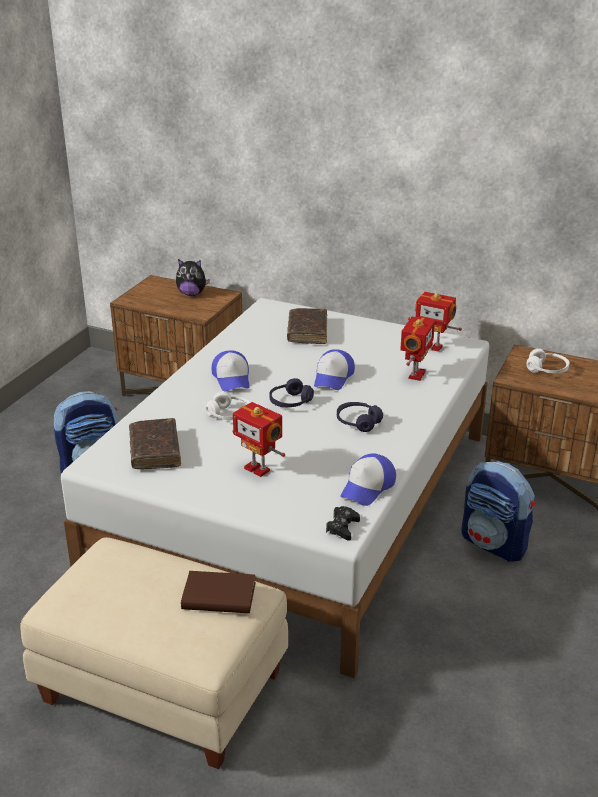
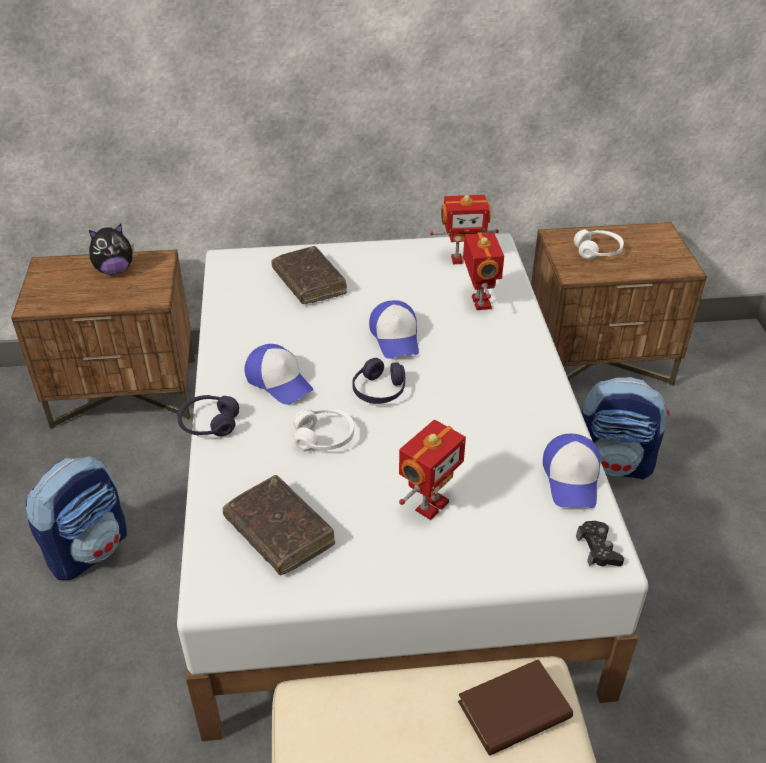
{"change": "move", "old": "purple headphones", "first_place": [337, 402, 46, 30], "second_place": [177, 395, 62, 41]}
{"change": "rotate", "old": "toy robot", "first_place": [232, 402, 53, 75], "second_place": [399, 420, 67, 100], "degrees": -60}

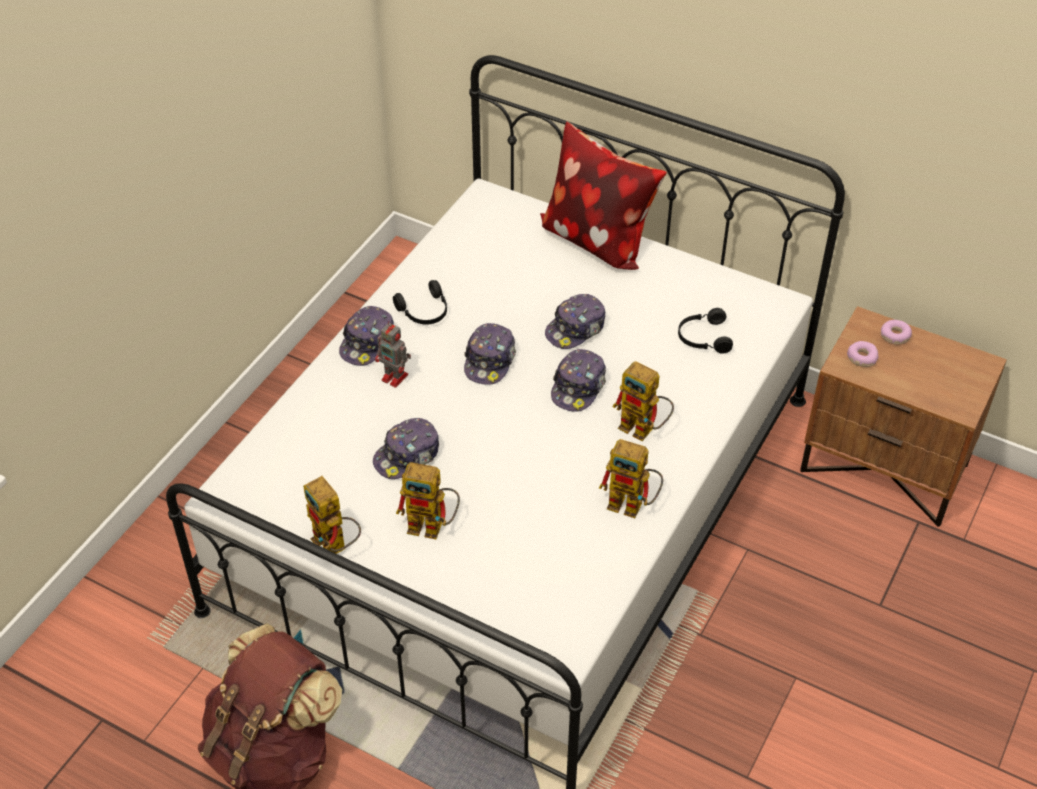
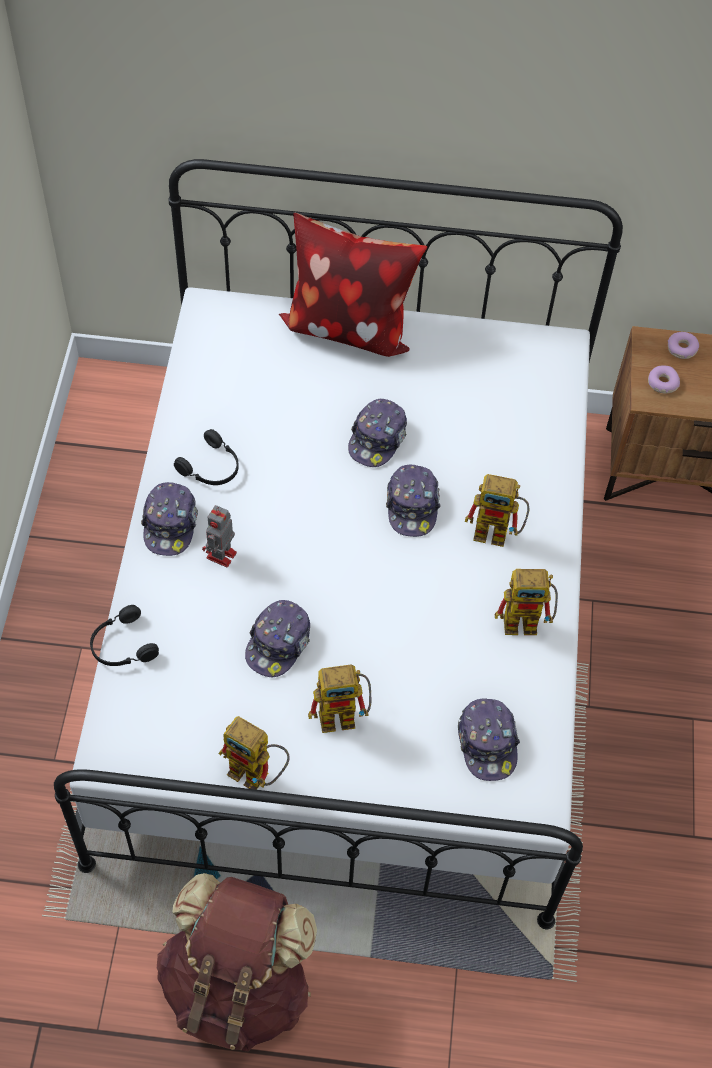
{"change": "move", "old": "black headphones", "first_place": [678, 308, 55, 46], "second_place": [90, 605, 69, 61]}
{"change": "rotate", "old": "toy robot", "first_place": [375, 321, 36, 67], "second_place": [202, 505, 35, 63], "degrees": 105}
{"change": "move", "old": "cap", "first_place": [464, 323, 52, 62], "second_place": [458, 698, 62, 83]}

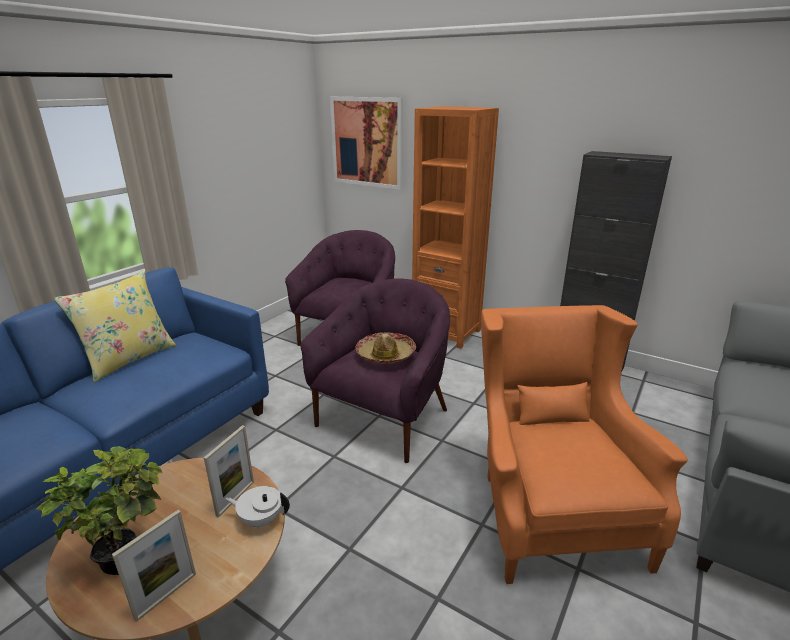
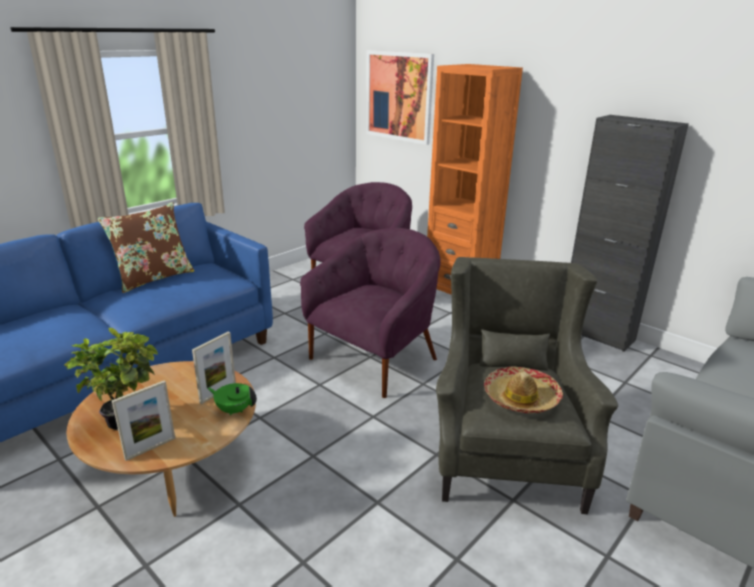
{"change": "recolor", "old": "yellow cushion", "new": "brownish cushion", "first_place": [54, 270, 122, 112], "second_place": [98, 202, 96, 91]}
{"change": "recolor", "old": "white teapot", "new": "greenish teapot", "first_place": [225, 486, 65, 42], "second_place": [208, 383, 49, 33]}
{"change": "recolor", "old": "orange-coloured easy chair", "new": "gray easy chair", "first_place": [481, 305, 207, 279], "second_place": [436, 257, 182, 257]}
{"change": "move", "old": "wearable hat", "first_place": [355, 332, 61, 32], "second_place": [484, 366, 79, 47]}

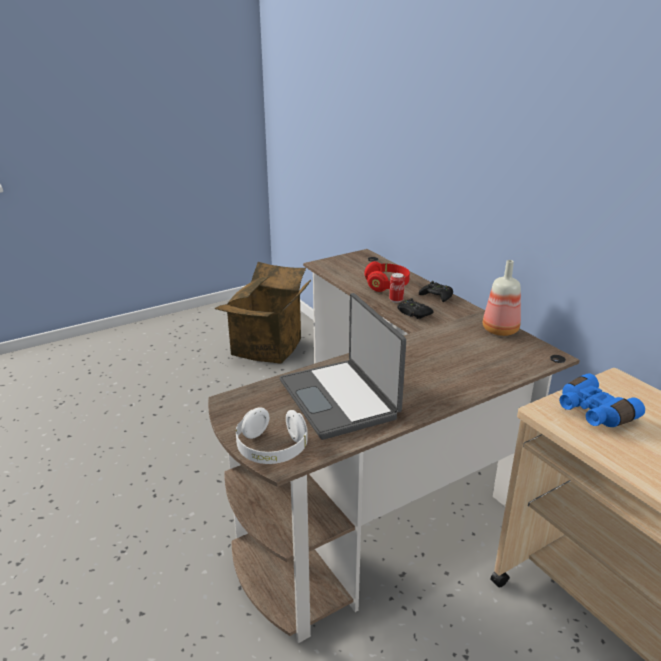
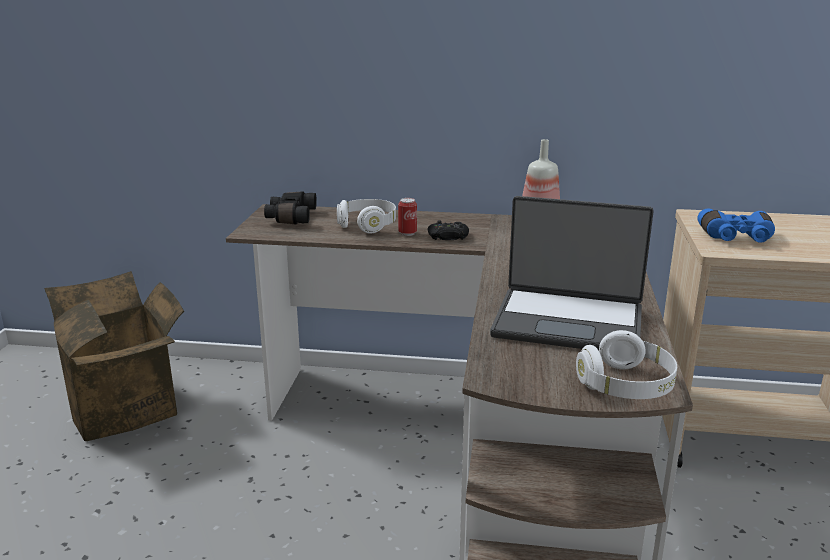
{"change": "insert", "new": "black field glasses", "second_place": [264, 191, 53, 33]}
{"change": "recolor", "old": "red-coloured headphones", "new": "white headphones", "first_place": [365, 261, 45, 31], "second_place": [337, 199, 59, 34]}
{"change": "delete", "old": "black gamepad", "first_place": [419, 281, 34, 21]}

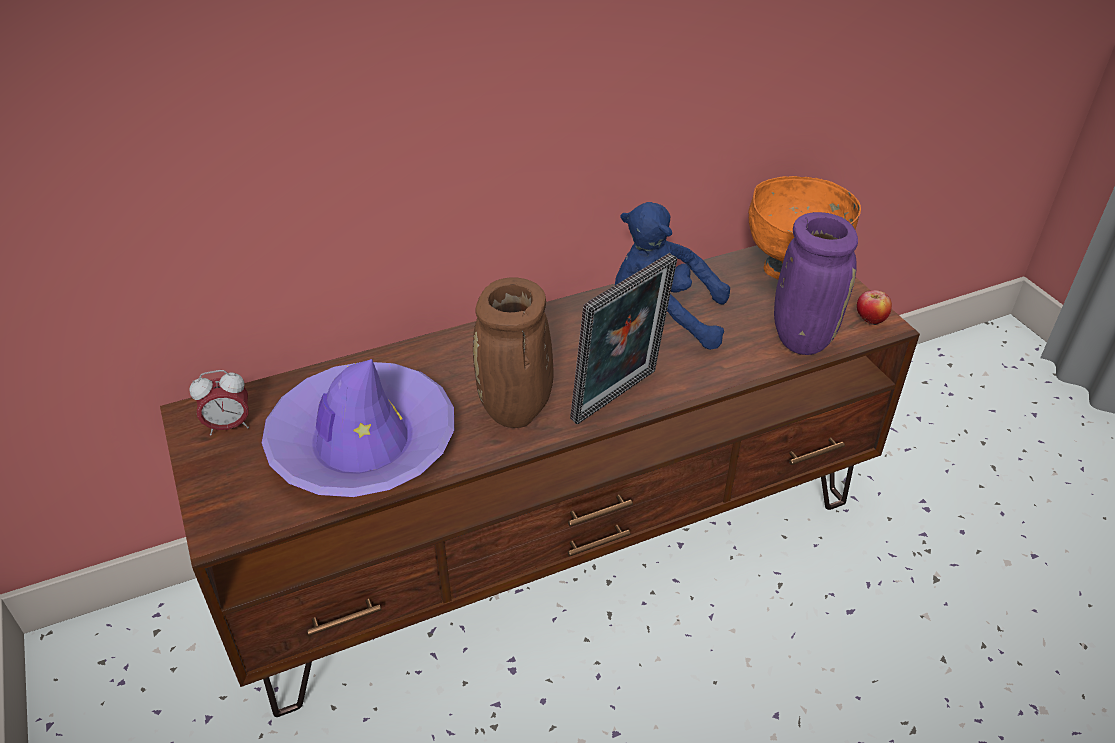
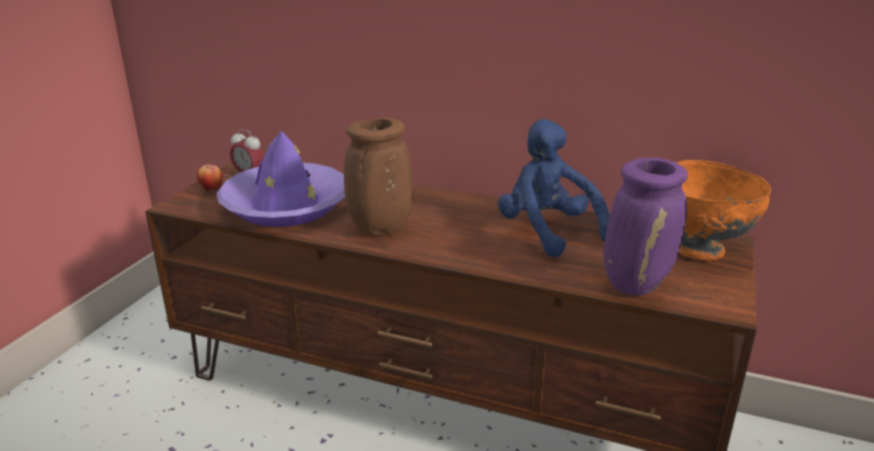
{"change": "move", "old": "whole apple", "first_place": [857, 290, 35, 35], "second_place": [197, 164, 25, 28]}
{"change": "delete", "old": "photo frame", "first_place": [570, 253, 107, 172]}

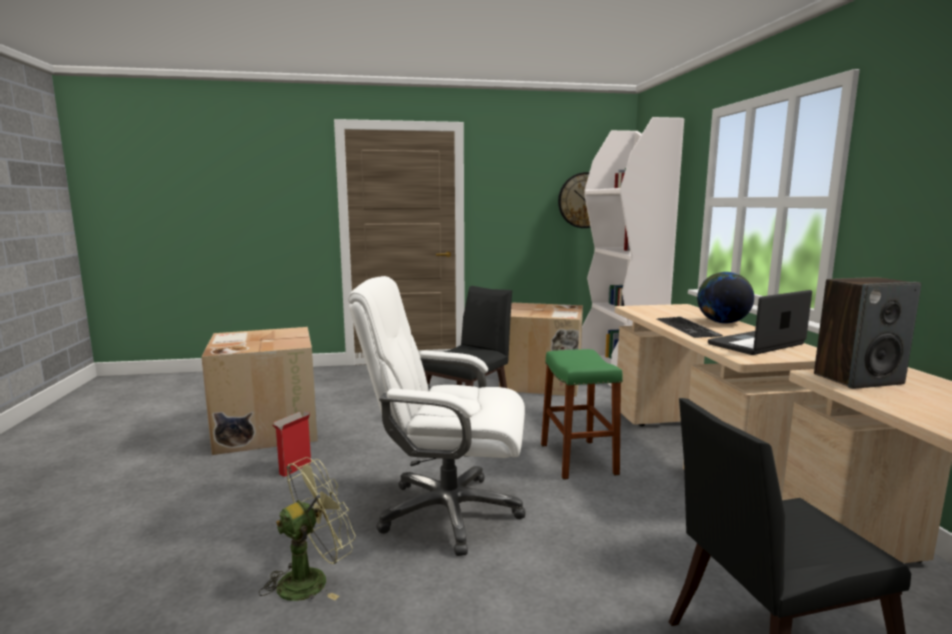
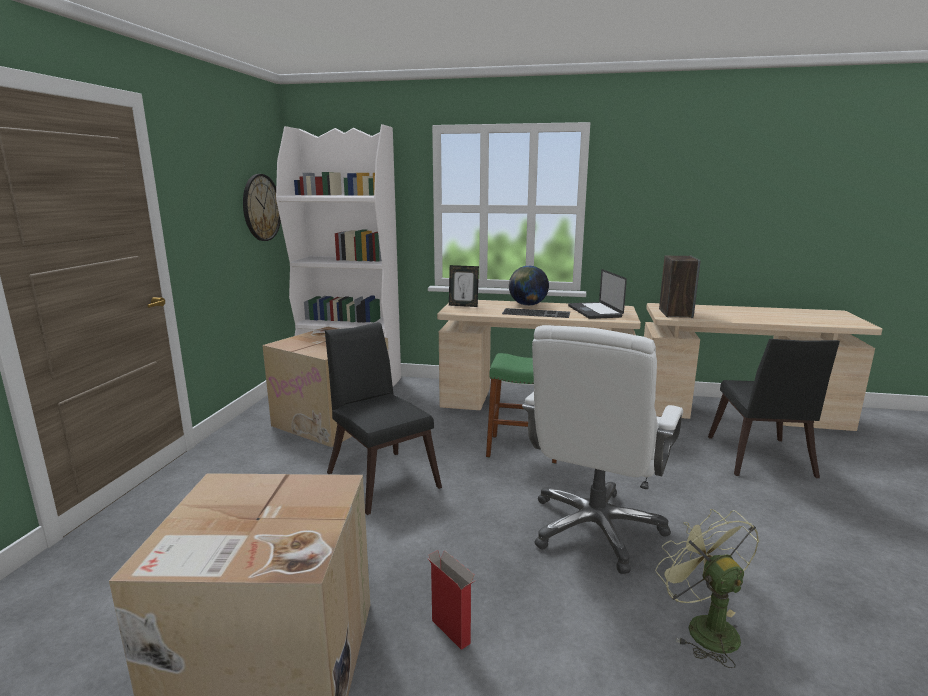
{"change": "insert", "new": "photo frame", "second_place": [449, 265, 30, 42]}

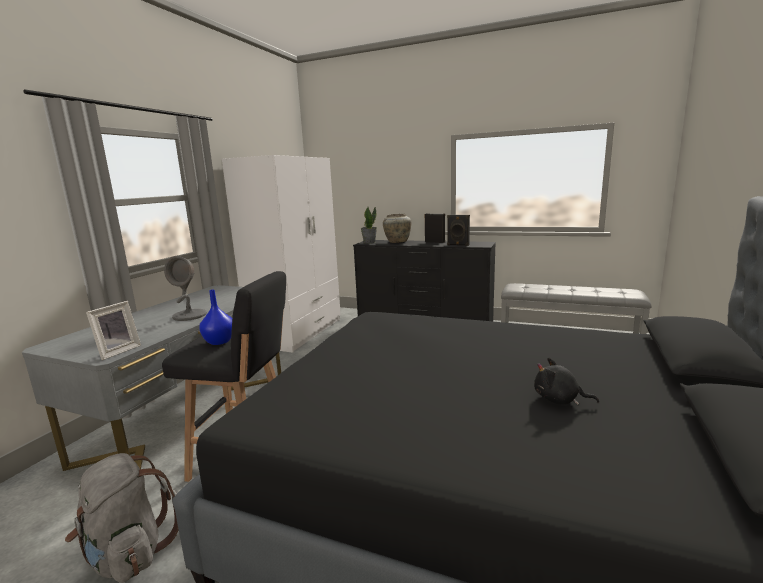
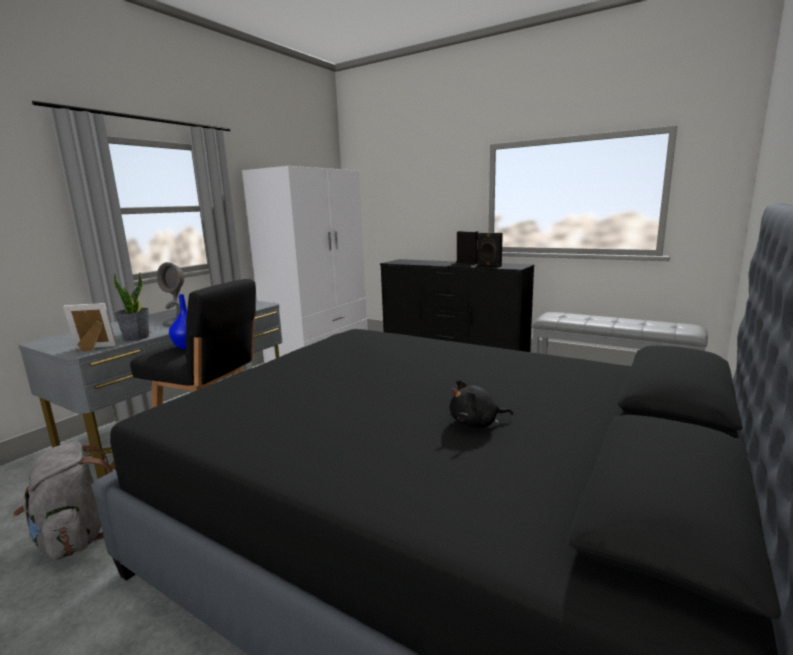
{"change": "rotate", "old": "photo frame", "first_place": [86, 301, 55, 59], "second_place": [63, 303, 54, 49], "degrees": -135}
{"change": "move", "old": "houseplant", "first_place": [361, 206, 16, 38], "second_place": [114, 273, 35, 68]}
{"change": "rotate", "old": "black plush toy", "first_place": [534, 357, 65, 48], "second_place": [450, 380, 63, 48], "degrees": -45}
{"change": "delete", "old": "sand-coloured vase", "first_place": [383, 214, 28, 29]}

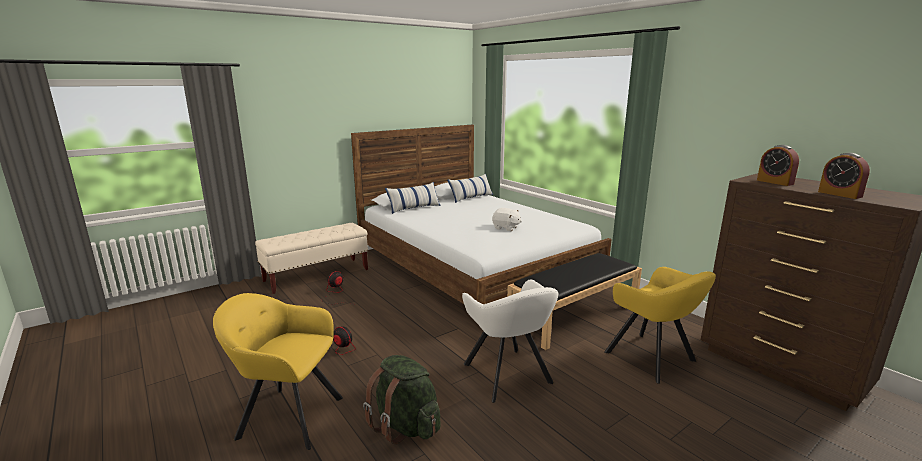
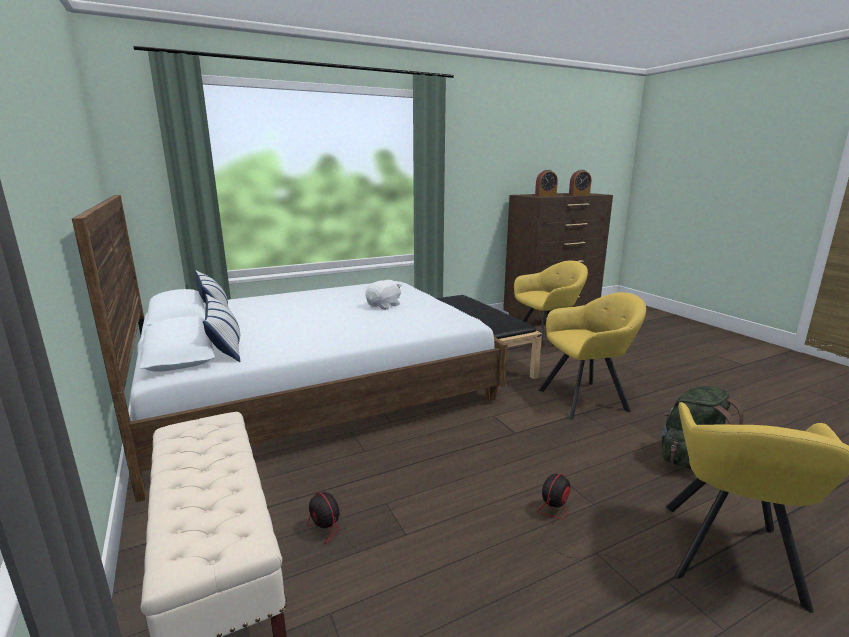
{"change": "recolor", "old": "white easy chair", "new": "yellow easy chair", "first_place": [462, 279, 97, 124], "second_place": [538, 292, 108, 128]}

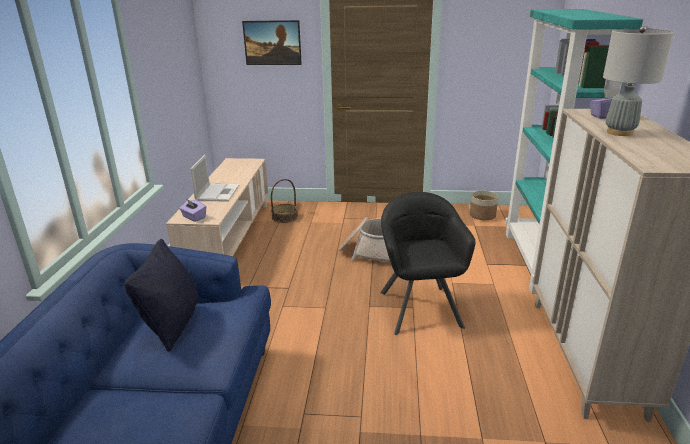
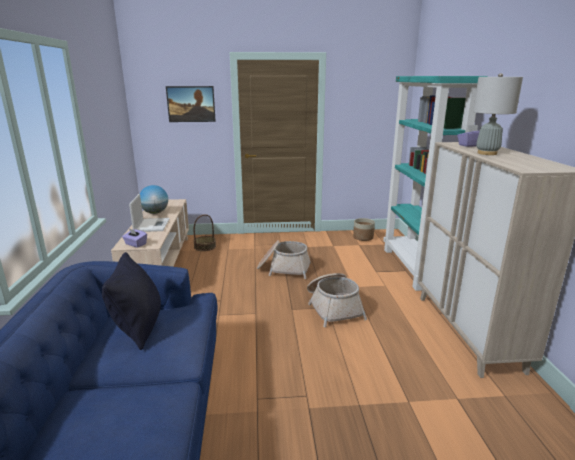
{"change": "insert", "new": "world globe", "second_place": [140, 185, 28, 29]}
{"change": "replace", "old": "black easy chair", "new": "storage basket", "first_place": [380, 192, 96, 143], "second_place": [307, 273, 60, 54]}

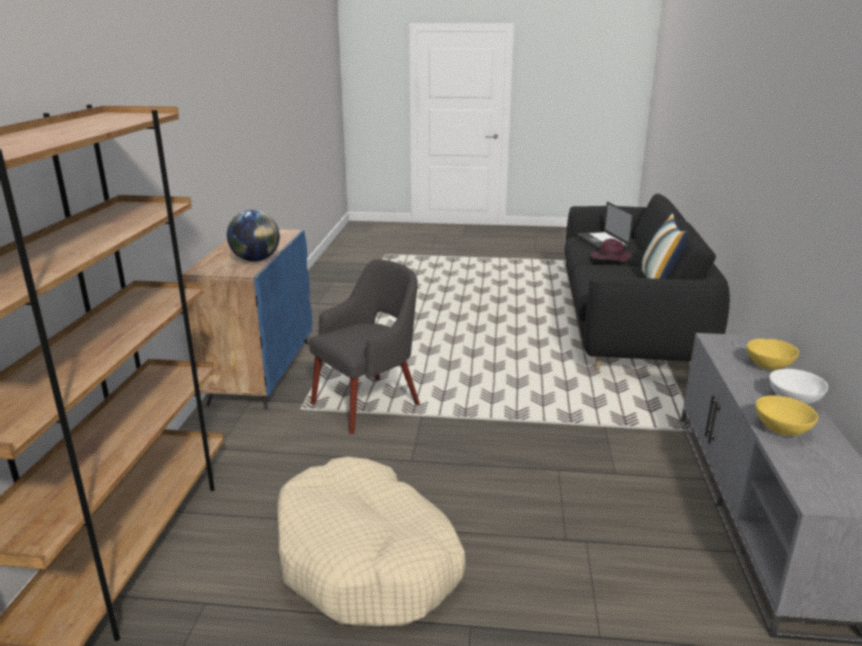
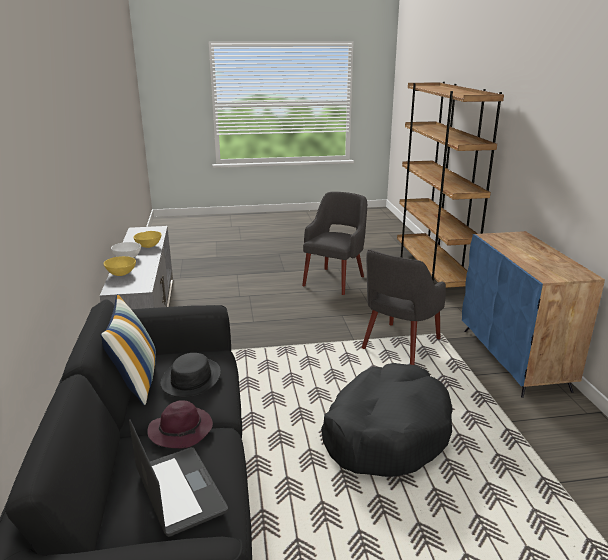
{"change": "insert", "new": "black wearable hat", "second_place": [160, 353, 61, 44]}
{"change": "replace", "old": "sand-coloured pet bed", "new": "gray easy chair", "first_place": [277, 457, 189, 170], "second_place": [302, 192, 65, 103]}
{"change": "insert", "new": "black pet bed", "second_place": [321, 363, 132, 114]}
{"change": "delete", "old": "world globe", "first_place": [227, 210, 53, 52]}

